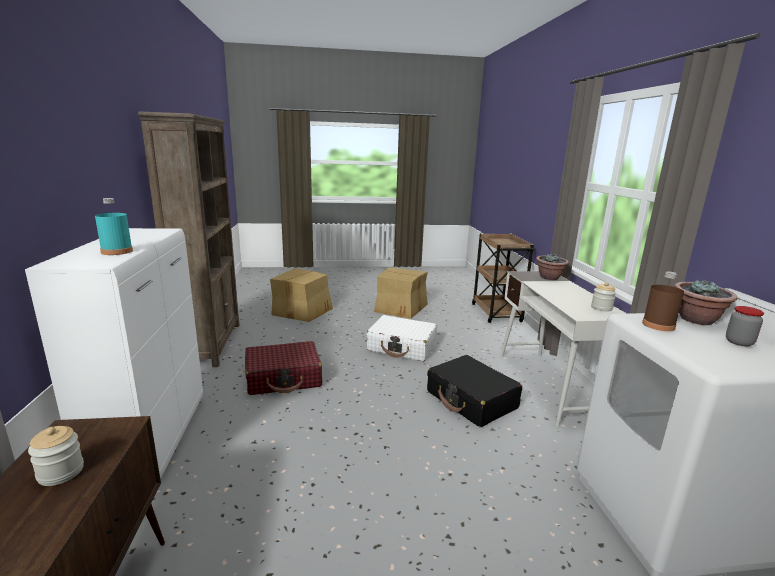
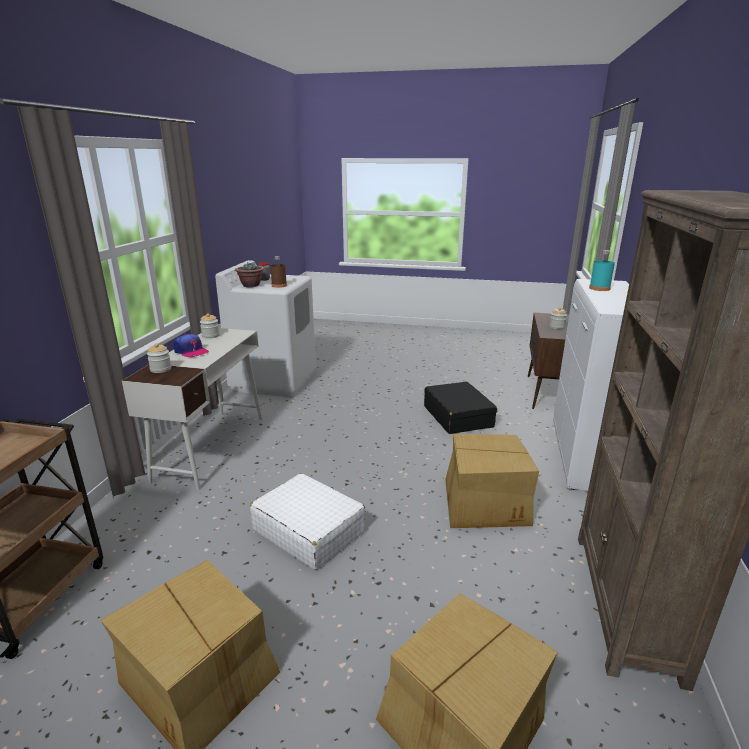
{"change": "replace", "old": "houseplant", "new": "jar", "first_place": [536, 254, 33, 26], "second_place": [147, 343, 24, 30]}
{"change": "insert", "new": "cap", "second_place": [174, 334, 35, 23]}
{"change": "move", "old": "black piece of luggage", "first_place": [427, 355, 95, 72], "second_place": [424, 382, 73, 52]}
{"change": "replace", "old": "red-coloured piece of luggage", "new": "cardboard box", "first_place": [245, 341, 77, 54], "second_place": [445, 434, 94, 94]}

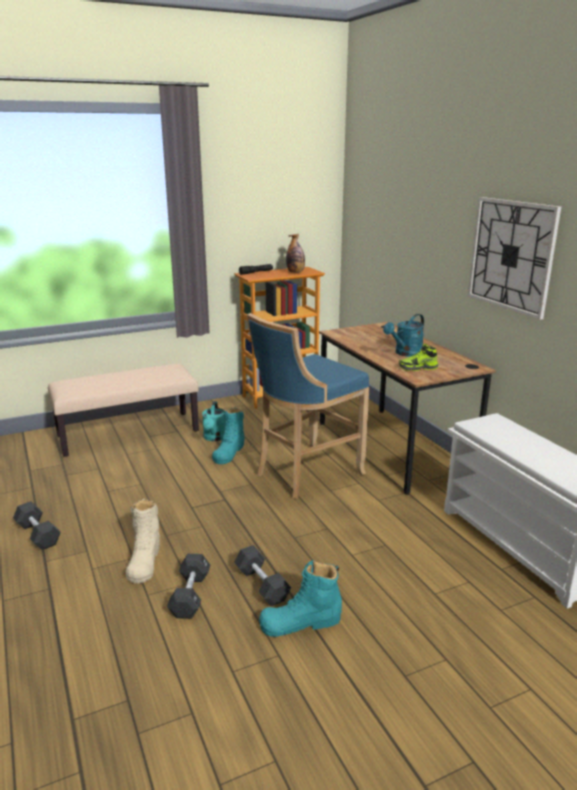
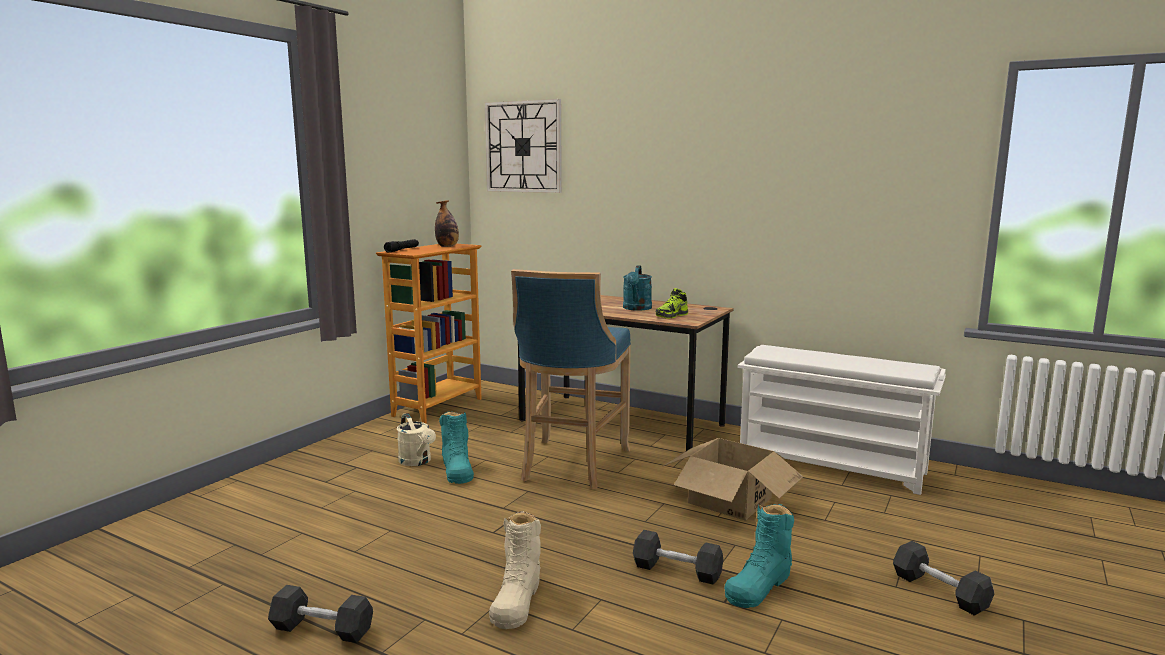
{"change": "recolor", "old": "turquoise-coloured watering pot", "new": "sand-coloured watering pot", "first_place": [202, 401, 23, 40], "second_place": [397, 413, 39, 53]}
{"change": "move", "old": "clock on the wall", "first_place": [468, 197, 93, 123], "second_place": [485, 99, 77, 94]}
{"change": "rotate", "old": "sand-coloured high-top boot", "first_place": [125, 499, 35, 84], "second_place": [489, 511, 52, 118], "degrees": 45}
{"change": "insert", "new": "cardboard box", "second_place": [663, 438, 140, 82]}
{"change": "move", "old": "black hand weight", "first_place": [167, 554, 43, 65], "second_place": [893, 541, 101, 75]}
{"change": "delete", "old": "sand-coloured indoor bench", "first_place": [48, 364, 151, 93]}

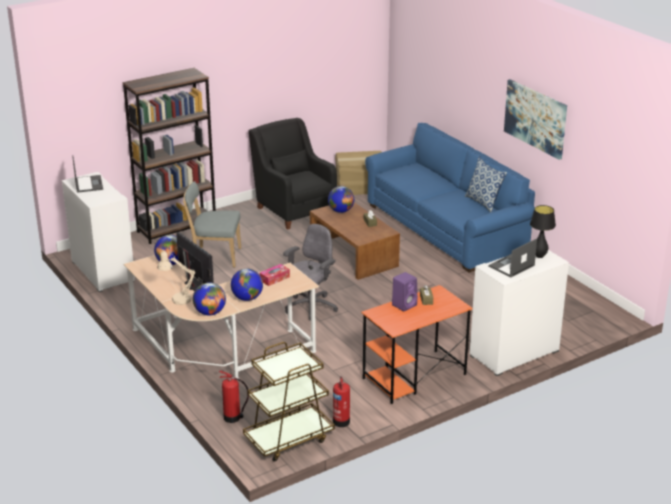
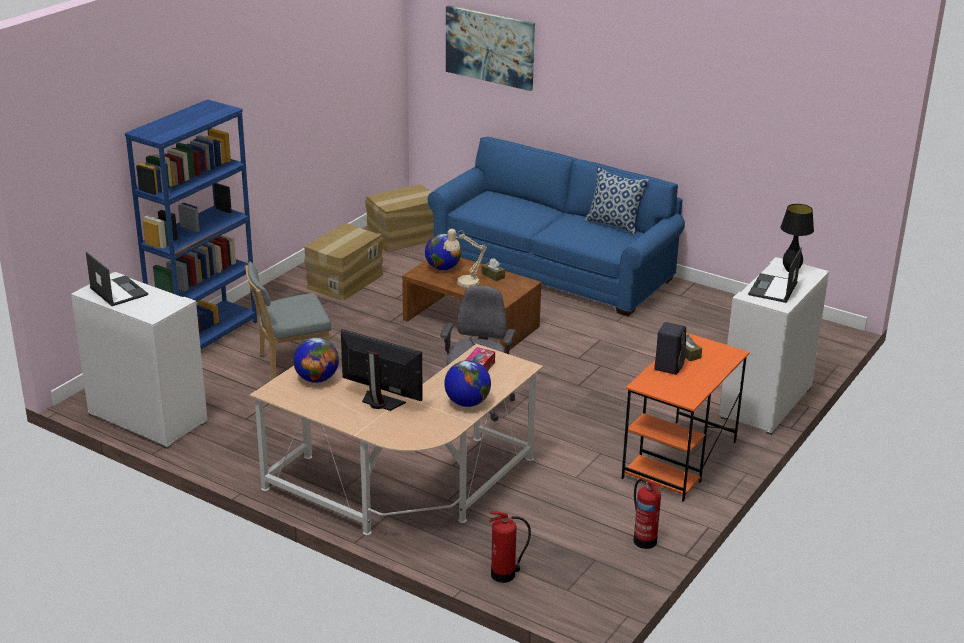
{"change": "recolor", "old": "brownish bookcase", "new": "blue bookcase", "first_place": [123, 68, 93, 176], "second_place": [125, 99, 132, 250]}
{"change": "replace", "old": "black easy chair", "new": "cardboard box", "first_place": [249, 118, 88, 112], "second_place": [304, 223, 79, 77]}
{"change": "move", "old": "sand-coloured table lamp", "first_place": [157, 251, 38, 54], "second_place": [443, 229, 44, 59]}
{"change": "move", "old": "wall picture", "first_place": [504, 79, 63, 81], "second_place": [446, 6, 89, 85]}
{"change": "recolor", "old": "purple loudspeaker", "new": "black loudspeaker", "first_place": [392, 272, 26, 39], "second_place": [654, 322, 32, 53]}
{"change": "delete", "old": "world globe", "first_place": [193, 282, 33, 33]}
{"change": "delete", "old": "brownish cart", "first_place": [243, 342, 92, 119]}

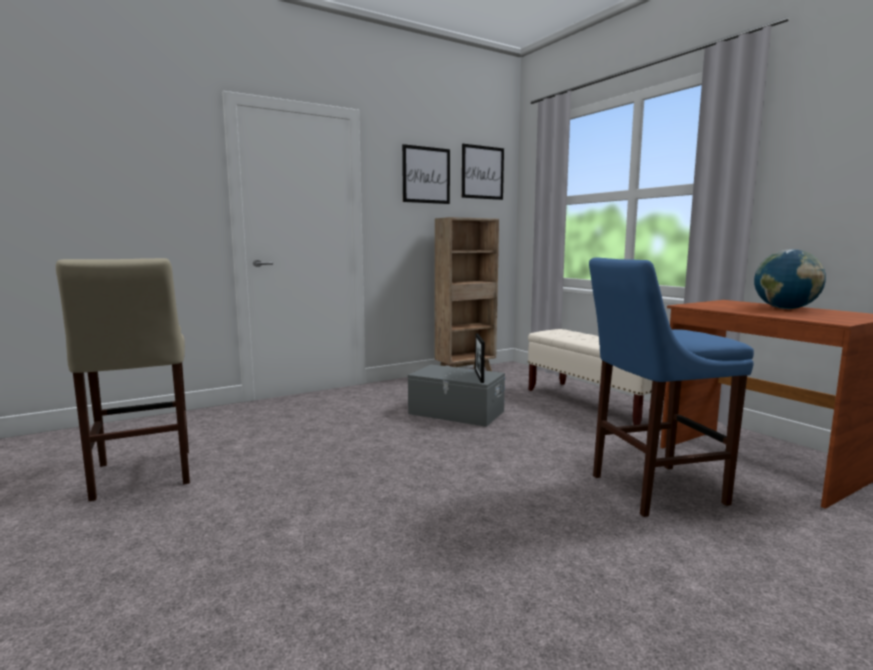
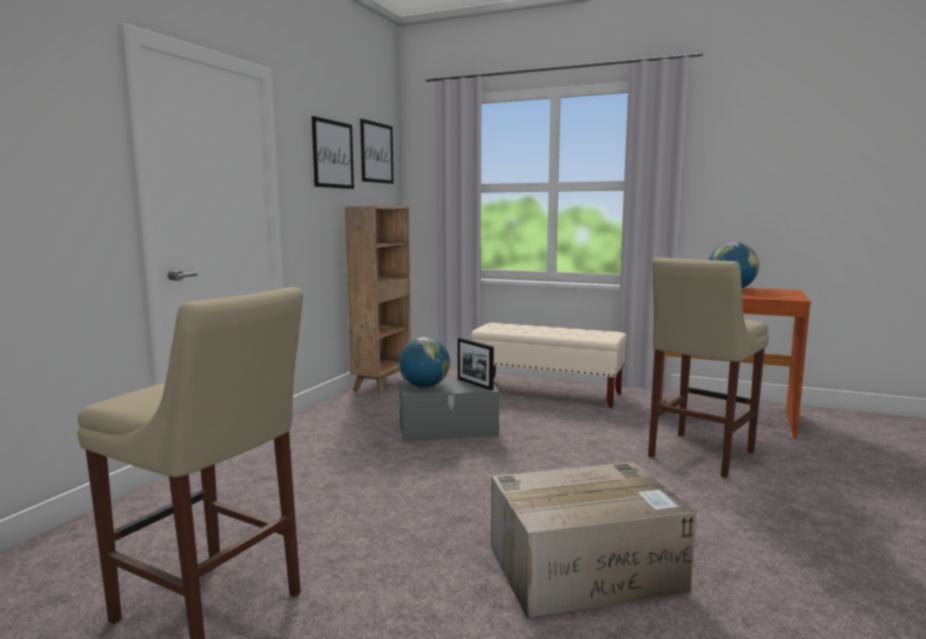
{"change": "insert", "new": "world globe", "second_place": [399, 337, 51, 50]}
{"change": "insert", "new": "cardboard box", "second_place": [491, 462, 206, 156]}
{"change": "recolor", "old": "blue sitting stool", "new": "sand-coloured sitting stool", "first_place": [589, 257, 165, 260], "second_place": [648, 257, 121, 221]}

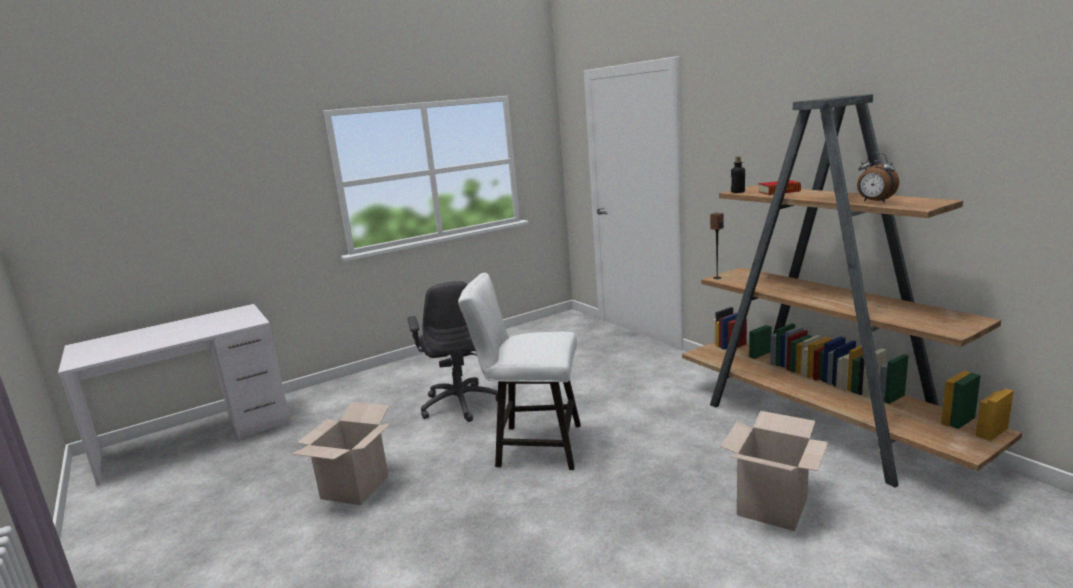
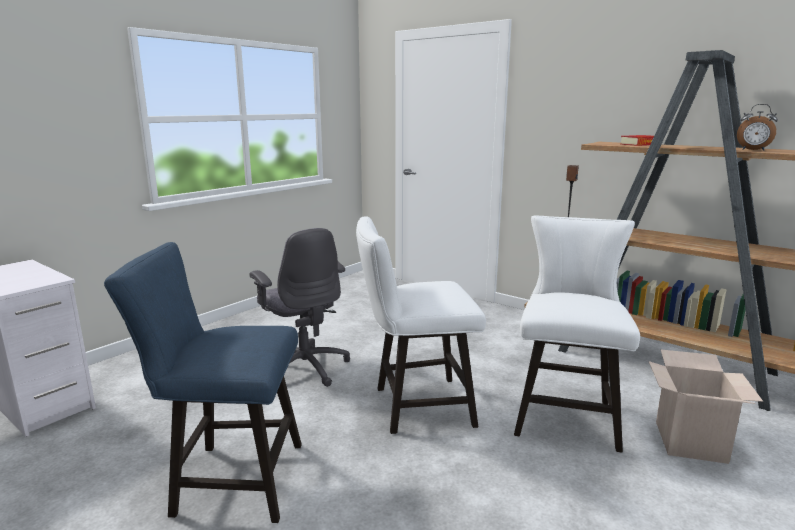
{"change": "replace", "old": "cardboard box", "new": "blue chair", "first_place": [291, 402, 99, 103], "second_place": [104, 242, 198, 281]}
{"change": "insert", "new": "white chair", "second_place": [514, 215, 126, 237]}
{"change": "delete", "old": "beverage bottle", "first_place": [731, 156, 14, 37]}

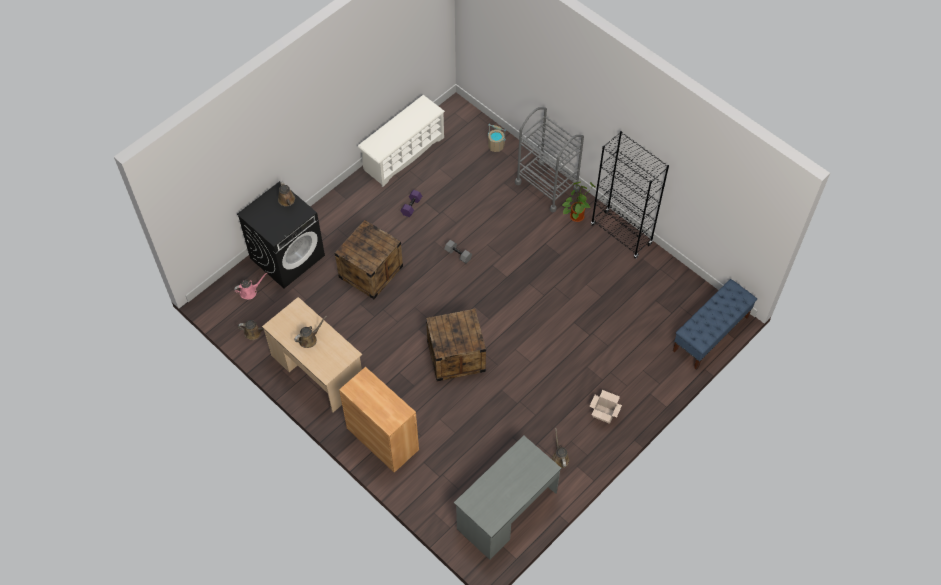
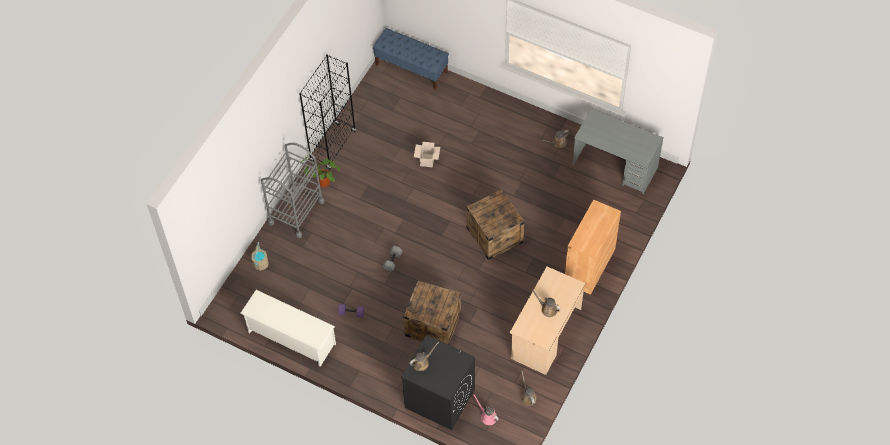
{"change": "move", "old": "cardboard box", "first_place": [589, 390, 33, 34], "second_place": [414, 142, 26, 25]}

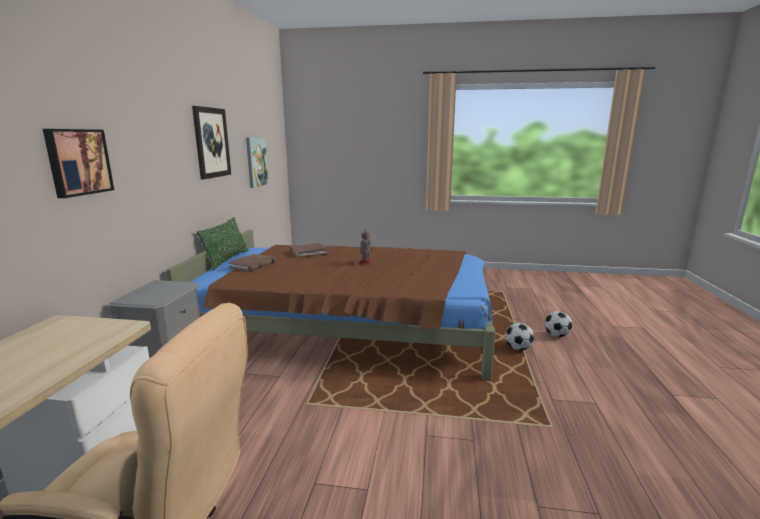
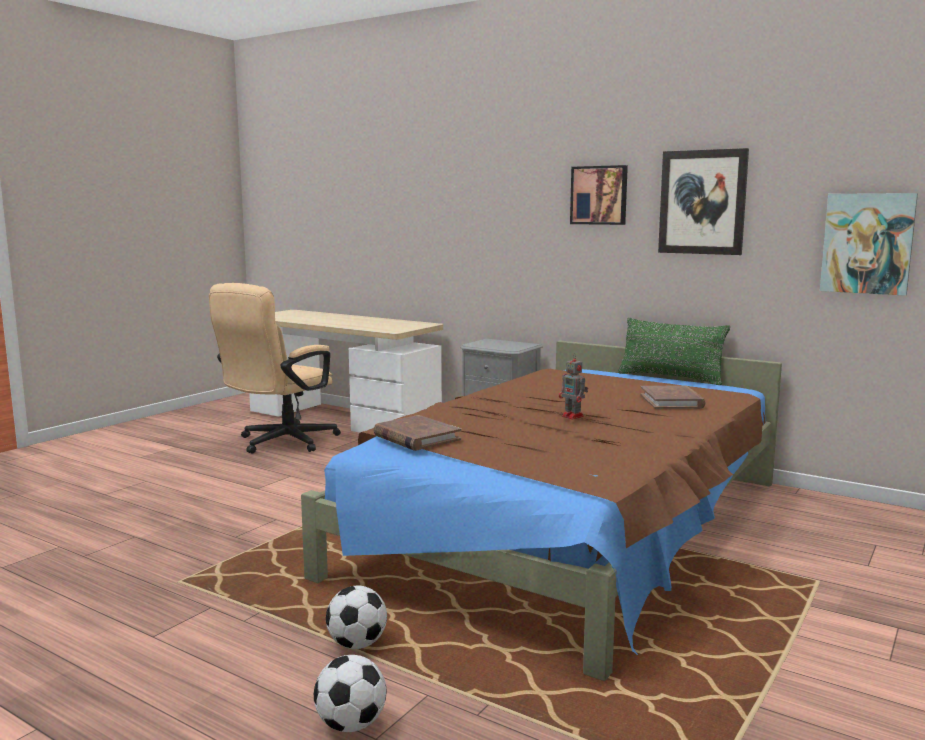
{"change": "move", "old": "brownish book", "first_place": [228, 254, 48, 18], "second_place": [374, 415, 87, 36]}
{"change": "move", "old": "wall picture", "first_place": [43, 129, 71, 69], "second_place": [570, 165, 58, 60]}

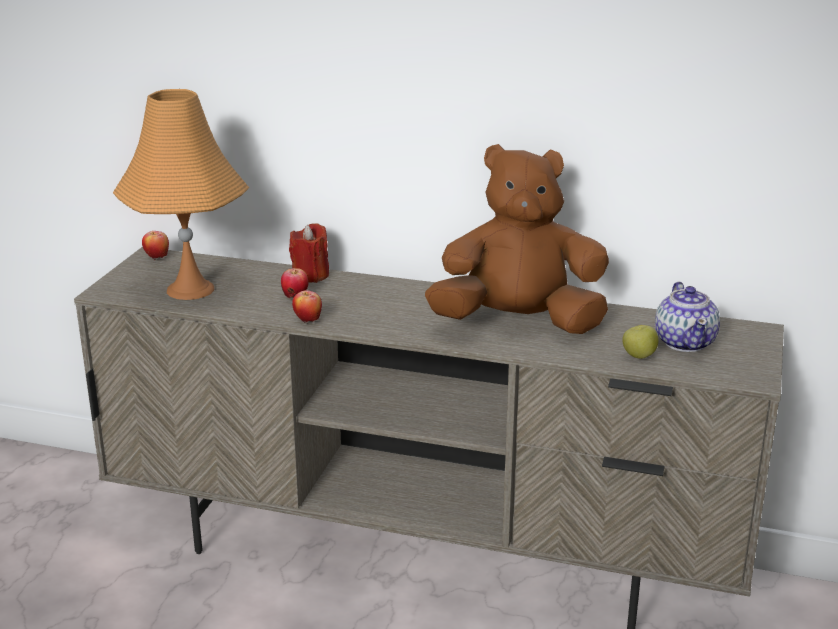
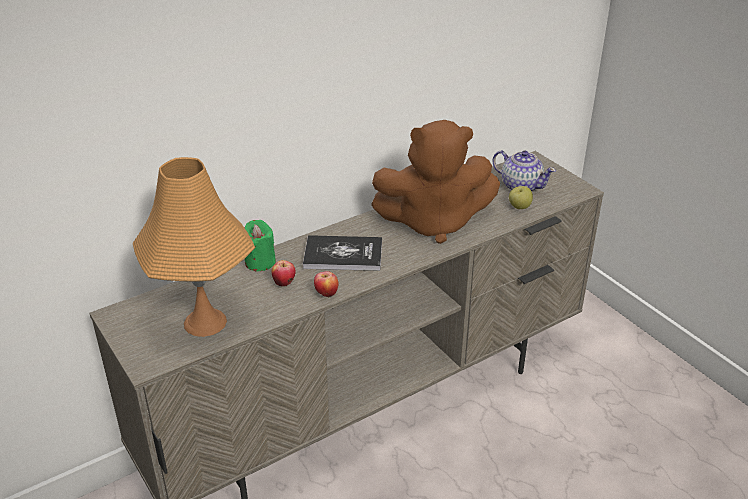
{"change": "recolor", "old": "red-coloured wax light", "new": "greenish wax light", "first_place": [289, 223, 40, 60], "second_place": [244, 220, 32, 51]}
{"change": "insert", "new": "book", "second_place": [303, 235, 79, 36]}
{"change": "rotate", "old": "brownish plush toy", "first_place": [425, 144, 184, 190], "second_place": [371, 120, 129, 124], "degrees": -135}
{"change": "delete", "old": "whole apple", "first_place": [142, 231, 27, 29]}

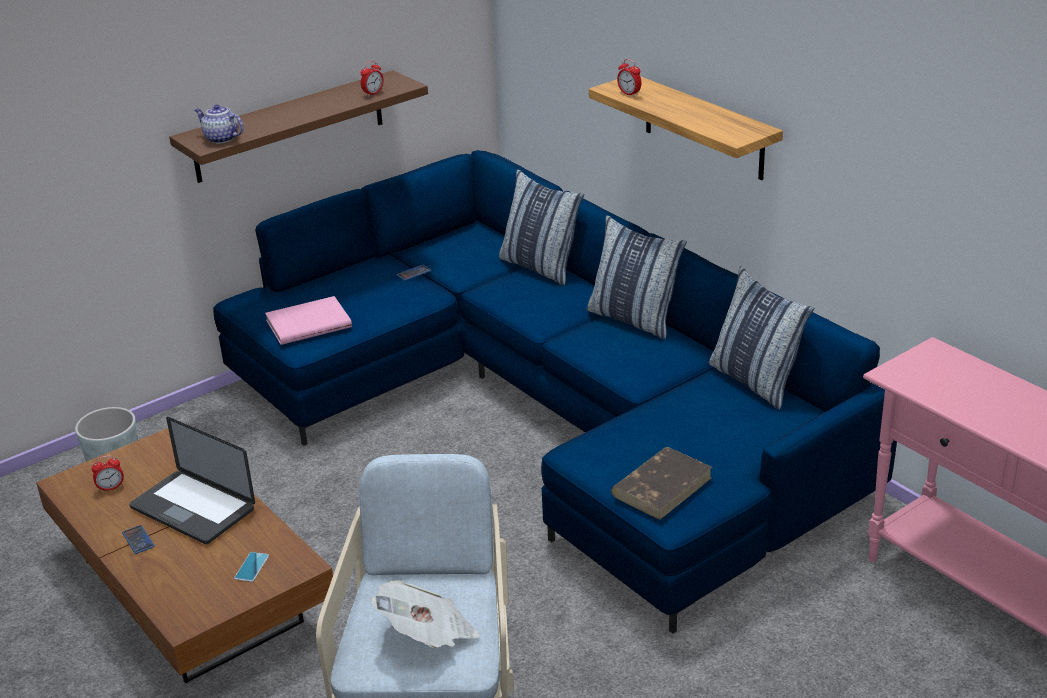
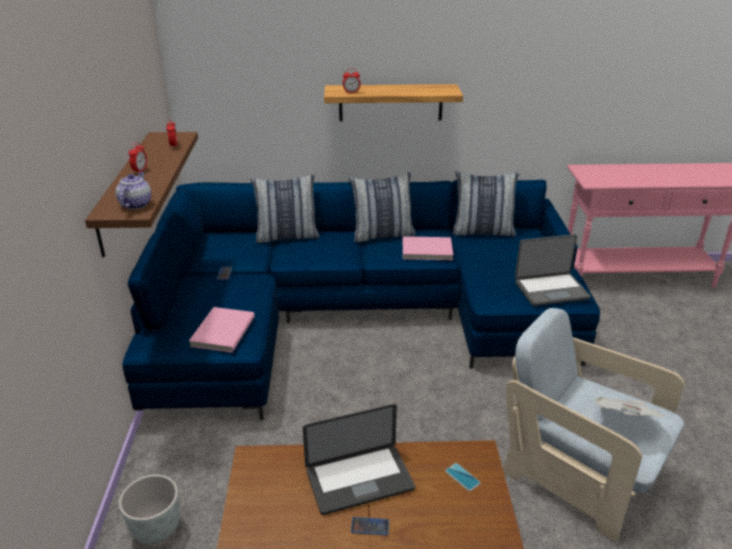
{"change": "rotate", "old": "teapot", "first_place": [195, 104, 49, 40], "second_place": [116, 172, 35, 37], "degrees": 120}
{"change": "move", "old": "bedside clock", "first_place": [92, 455, 32, 37], "second_place": [129, 142, 18, 32]}
{"change": "insert", "new": "pink book", "second_place": [403, 236, 50, 24]}
{"change": "replace", "old": "brownish book", "new": "laptop", "first_place": [611, 447, 101, 73], "second_place": [515, 234, 76, 72]}

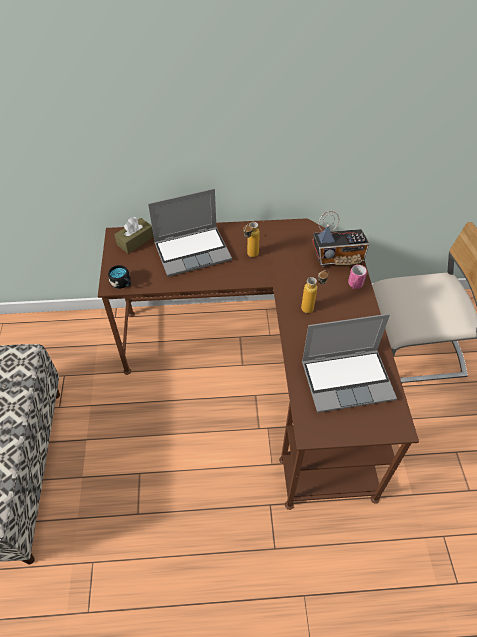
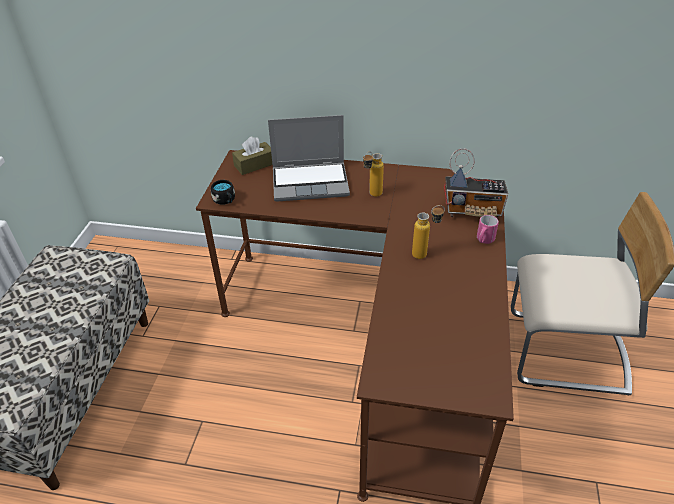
{"change": "delete", "old": "laptop", "first_place": [302, 314, 95, 99]}

